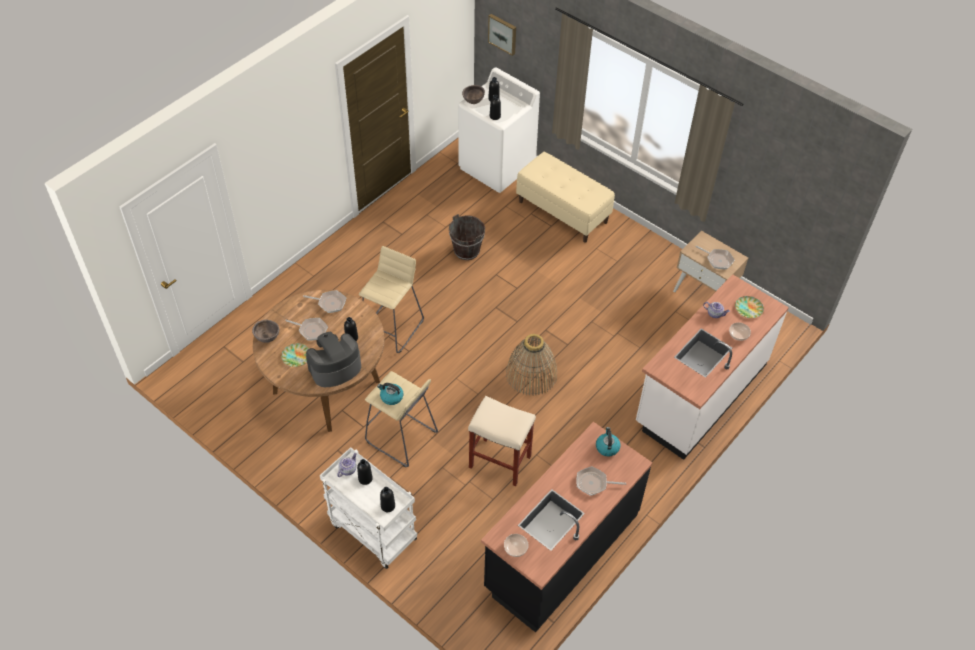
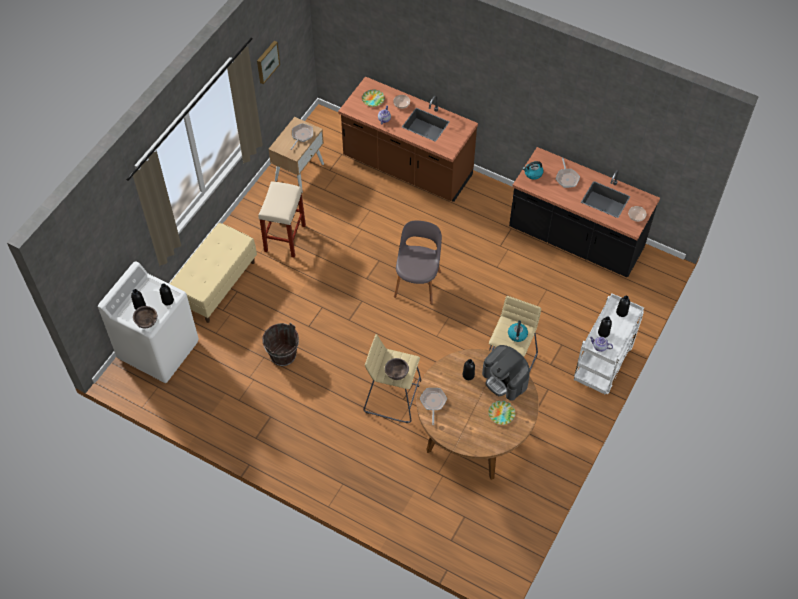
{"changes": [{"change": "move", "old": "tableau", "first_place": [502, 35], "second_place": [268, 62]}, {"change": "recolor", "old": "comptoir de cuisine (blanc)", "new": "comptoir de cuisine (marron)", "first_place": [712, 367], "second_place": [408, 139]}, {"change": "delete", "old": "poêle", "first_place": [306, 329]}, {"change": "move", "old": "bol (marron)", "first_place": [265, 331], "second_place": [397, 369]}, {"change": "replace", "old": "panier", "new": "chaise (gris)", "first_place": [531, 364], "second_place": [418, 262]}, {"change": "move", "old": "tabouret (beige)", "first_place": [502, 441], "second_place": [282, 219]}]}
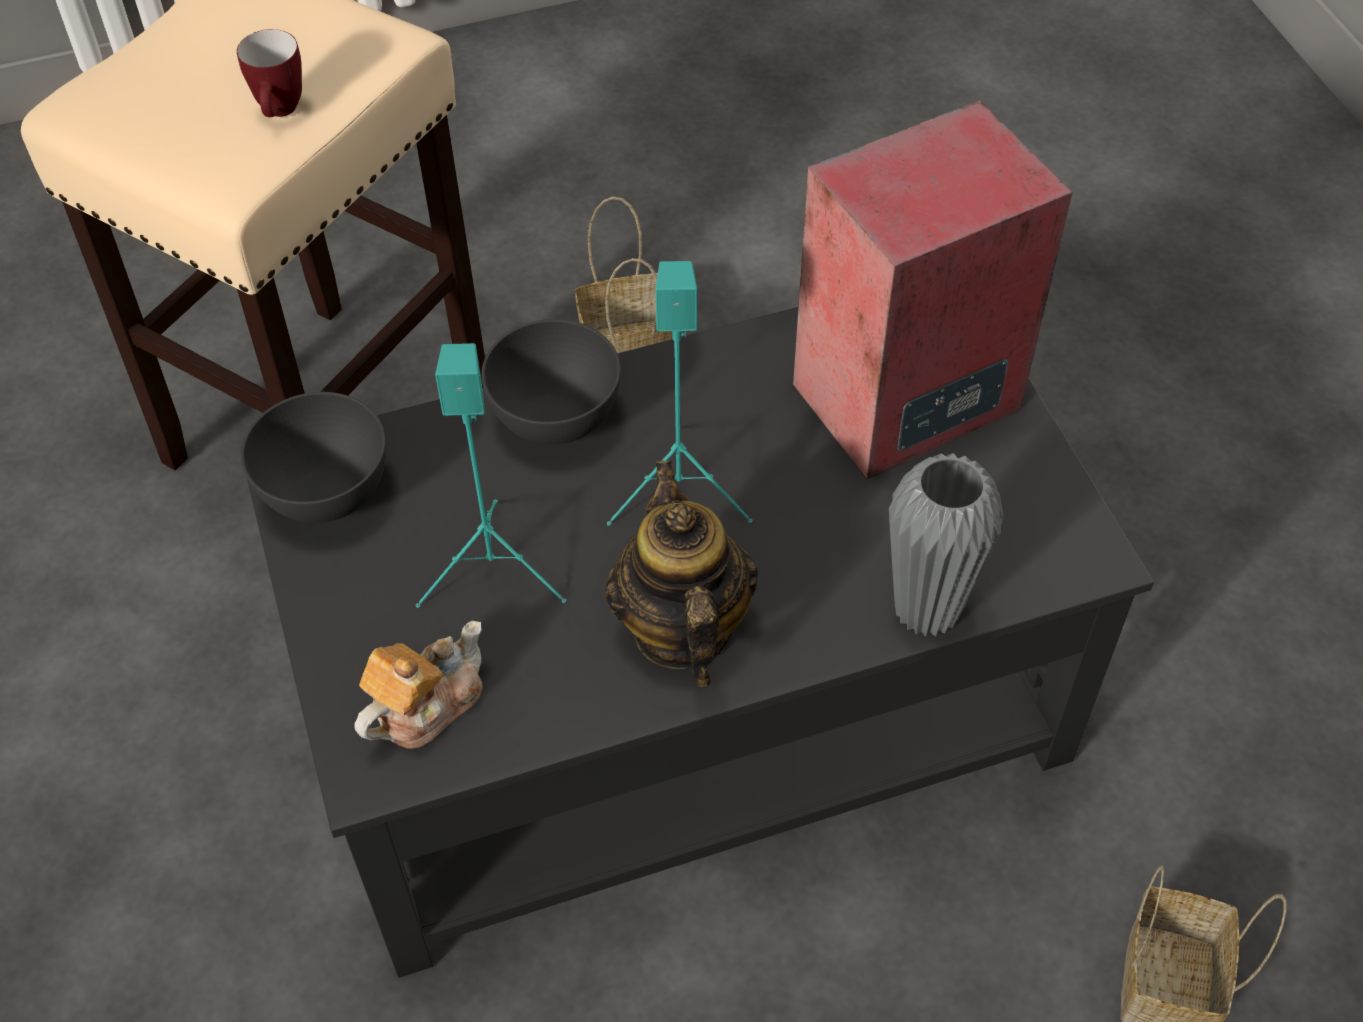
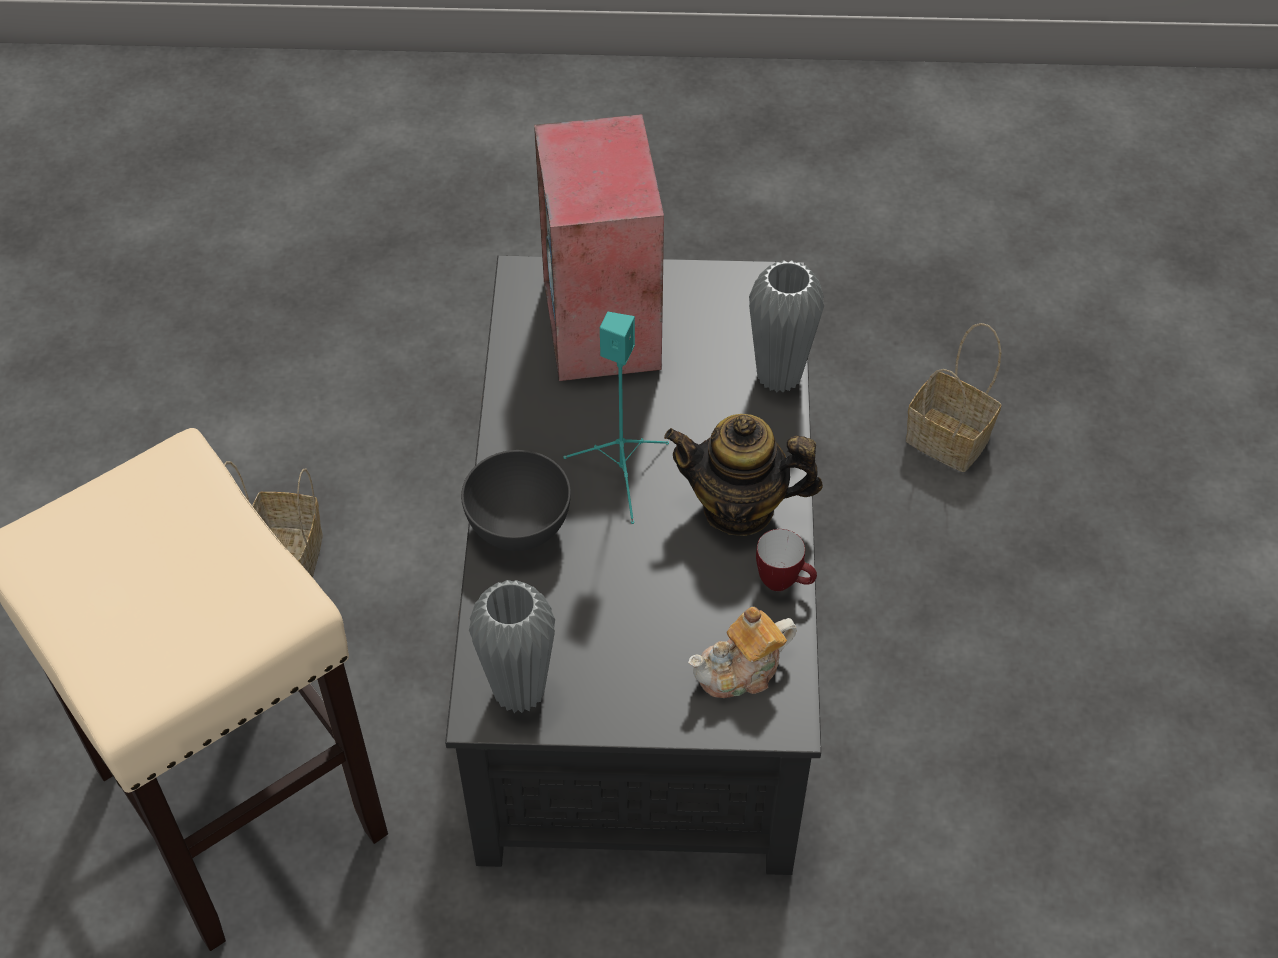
{"changes": [{"change": "move", "old": "mug", "first_place": [269, 73], "second_place": [786, 560]}, {"change": "delete", "old": "enceinte (turquoise)", "first_place": [491, 475]}, {"change": "replace", "old": "bol (gris)", "new": "vase (gris)", "first_place": [313, 457], "second_place": [512, 646]}, {"change": "rotate", "old": "théière", "first_place": [418, 684], "second_place": [742, 652], "degrees": -90}]}
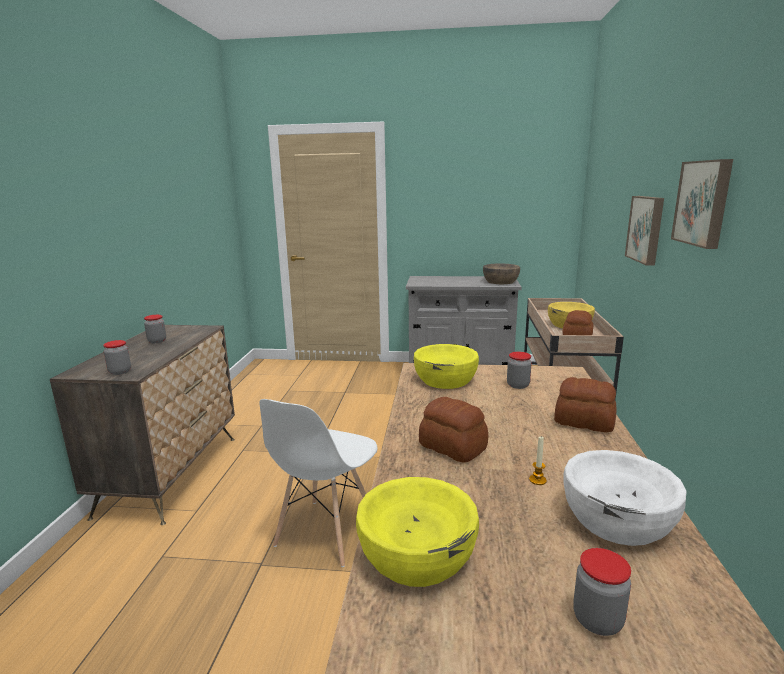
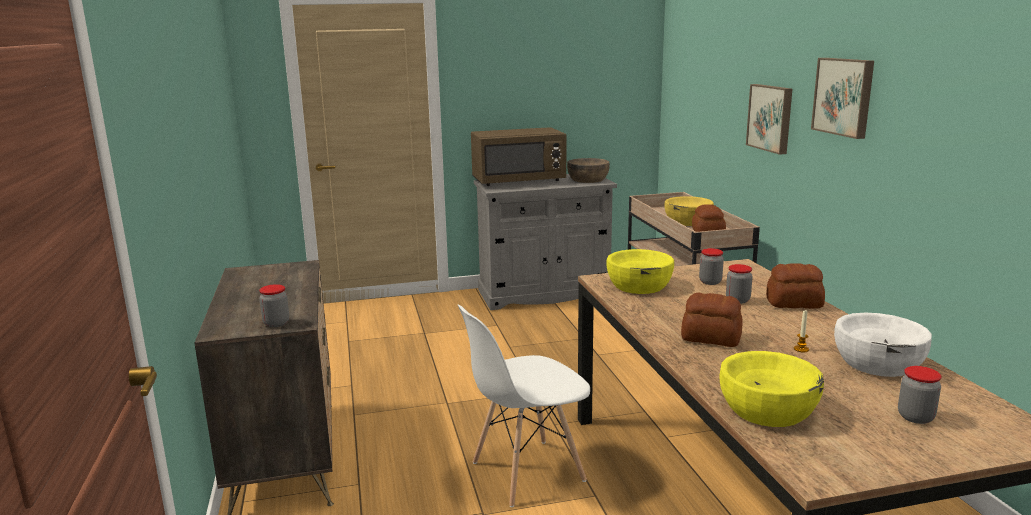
{"changes": [{"change": "move", "old": "bocal", "first_place": [155, 329], "second_place": [739, 284]}, {"change": "rotate", "old": "chaise (blanc)", "first_place": [318, 483], "second_place": [524, 406], "degrees": 60}, {"change": "insert", "new": "micro-ondes (marron)", "second_place": [518, 156]}]}
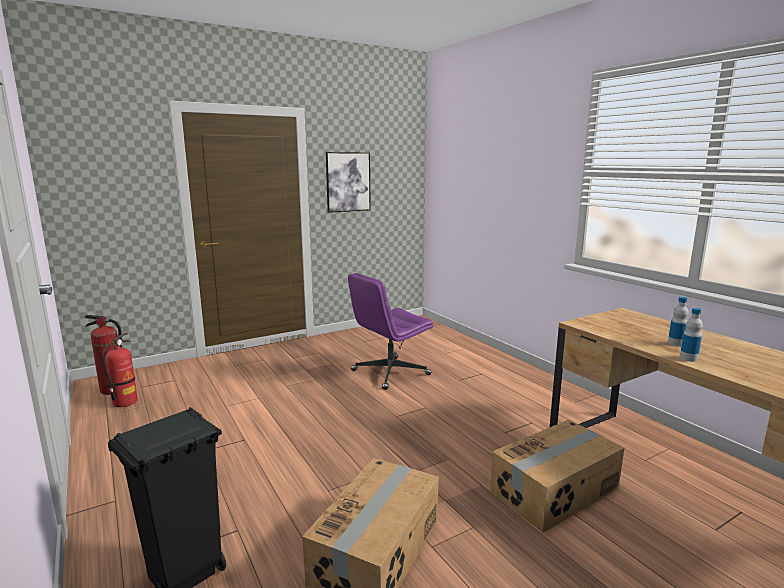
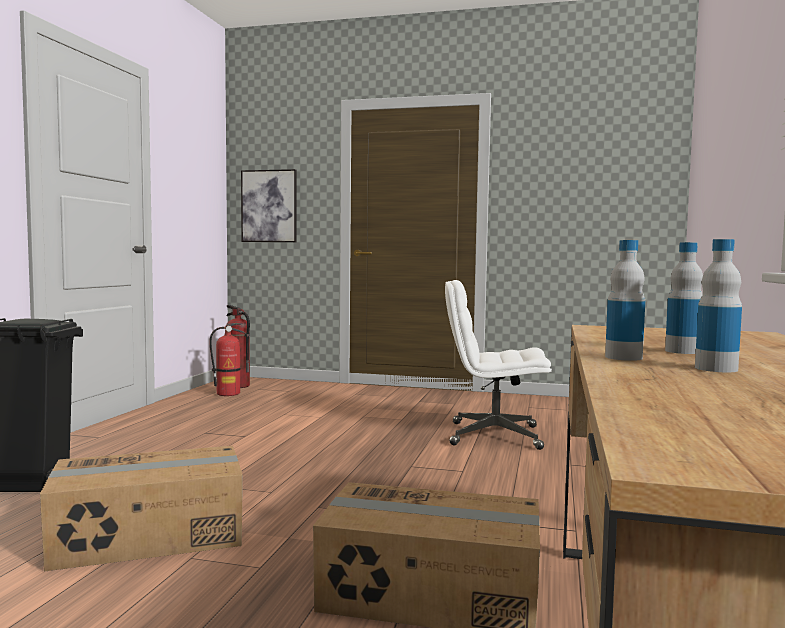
{"changes": [{"change": "move", "old": "tableau", "first_place": [348, 182], "second_place": [268, 205]}, {"change": "recolor", "old": "chaise de bureau (violet)", "new": "chaise de bureau (blanc)", "first_place": [390, 331], "second_place": [498, 365]}, {"change": "insert", "new": "bouteille", "second_place": [718, 305]}]}
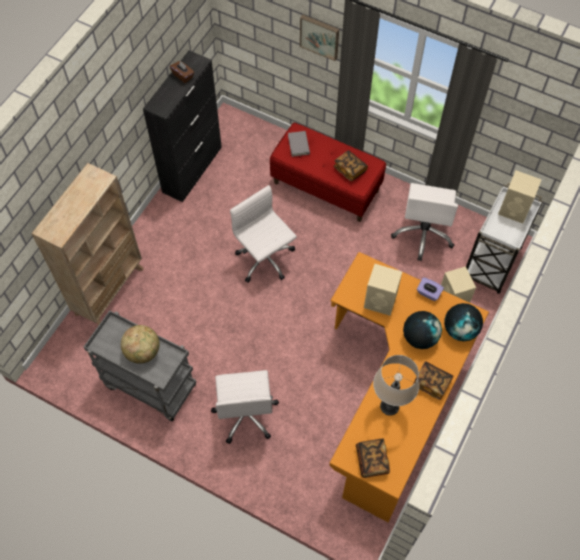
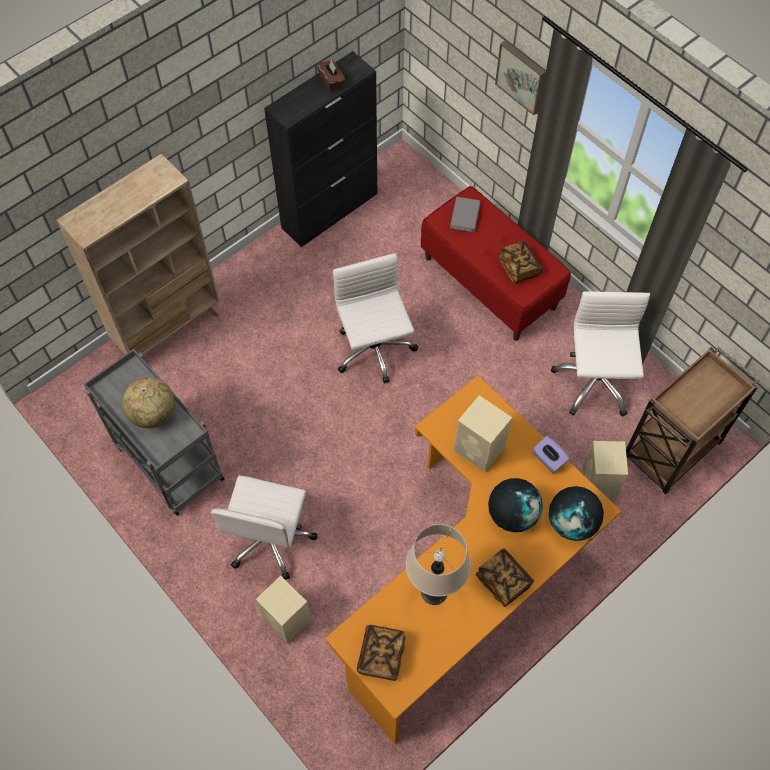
{"changes": [{"change": "move", "old": "enceinte (beige)", "first_place": [520, 197], "second_place": [283, 609]}, {"change": "rotate", "old": "chaise de bureau (blanc)", "first_place": [424, 222], "second_place": [600, 354], "degrees": 150}, {"change": "recolor", "old": "chariot (blanc)", "new": "chariot (marron)", "first_place": [504, 238], "second_place": [693, 420]}]}
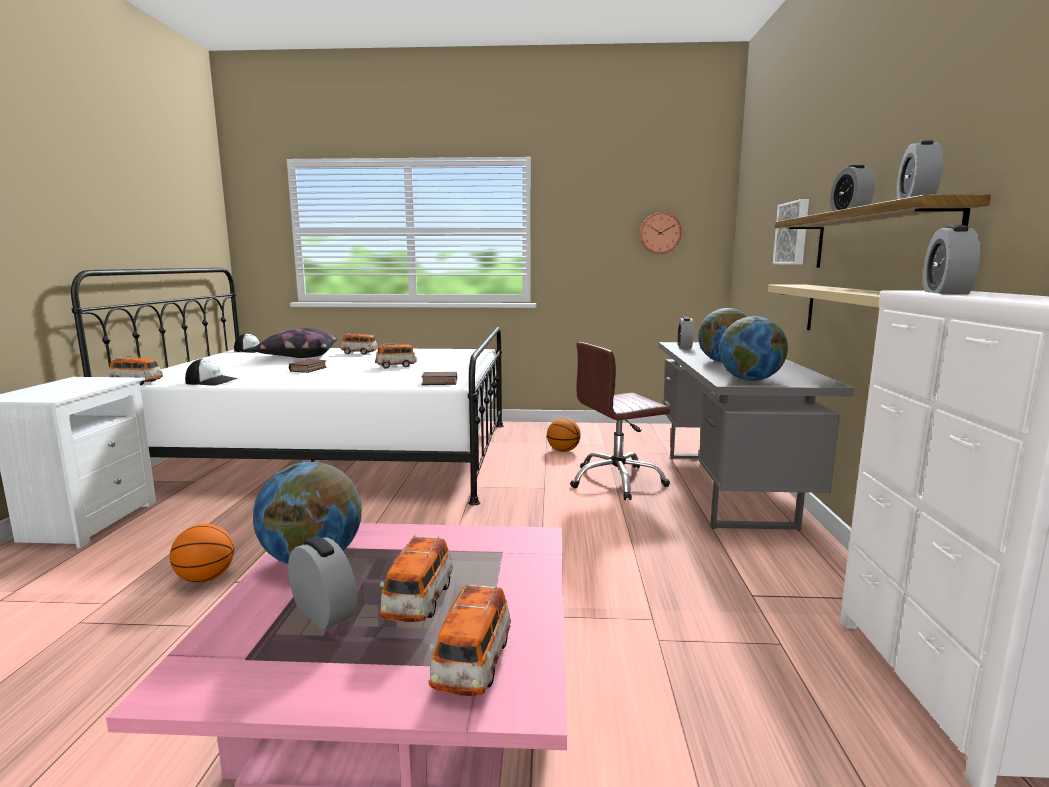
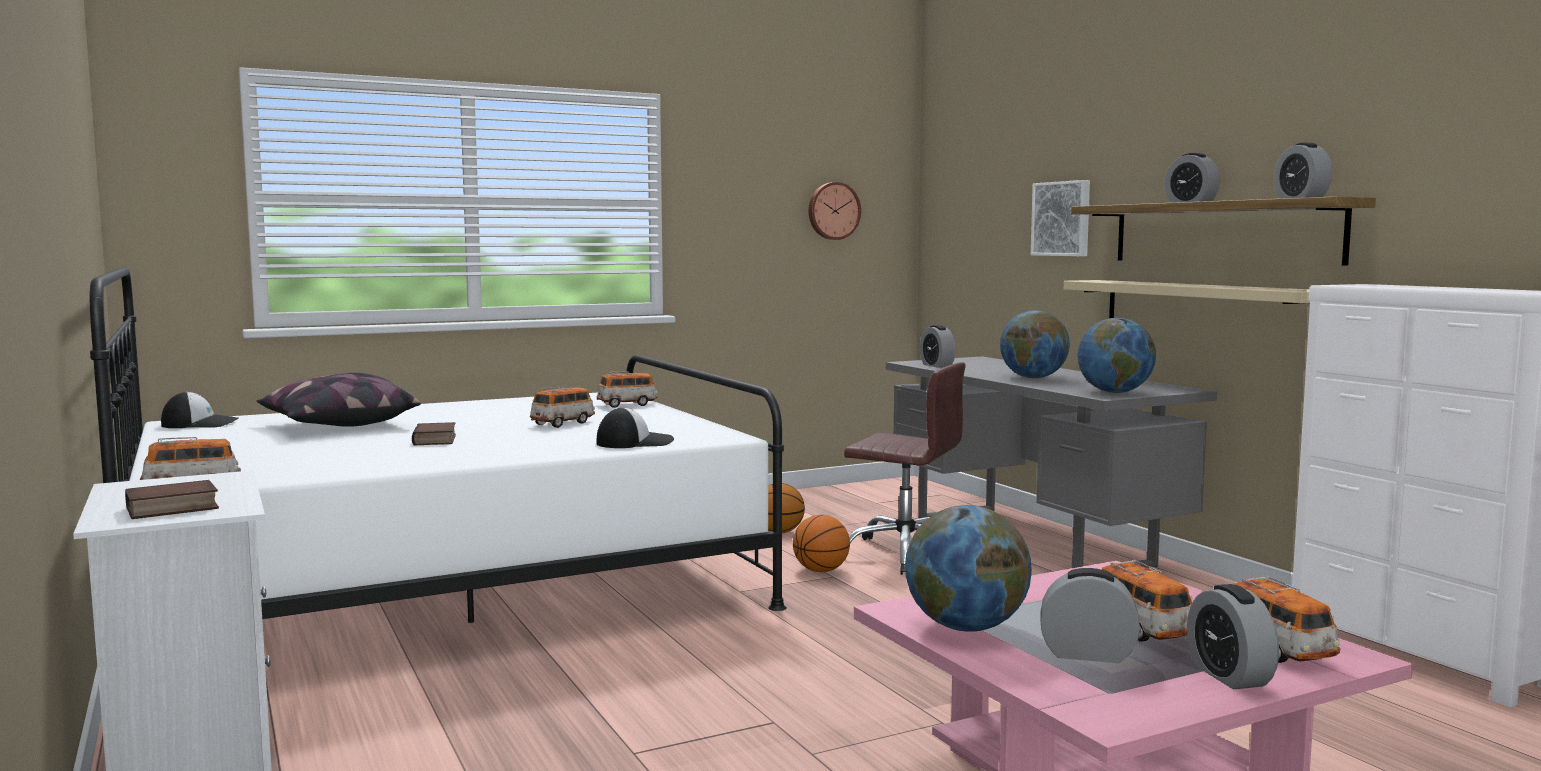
{"changes": [{"change": "move", "old": "réveil", "first_place": [952, 259], "second_place": [1233, 636]}, {"change": "move", "old": "petite voiture", "first_place": [359, 344], "second_place": [627, 390]}, {"change": "rotate", "old": "chaise de bureau (marron)", "first_place": [620, 421], "second_place": [905, 468], "degrees": -105}, {"change": "move", "old": "casquette", "first_place": [211, 372], "second_place": [635, 427]}, {"change": "move", "old": "livre", "first_place": [439, 378], "second_place": [172, 499]}, {"change": "move", "old": "ballon de basket", "first_place": [202, 553], "second_place": [821, 543]}]}
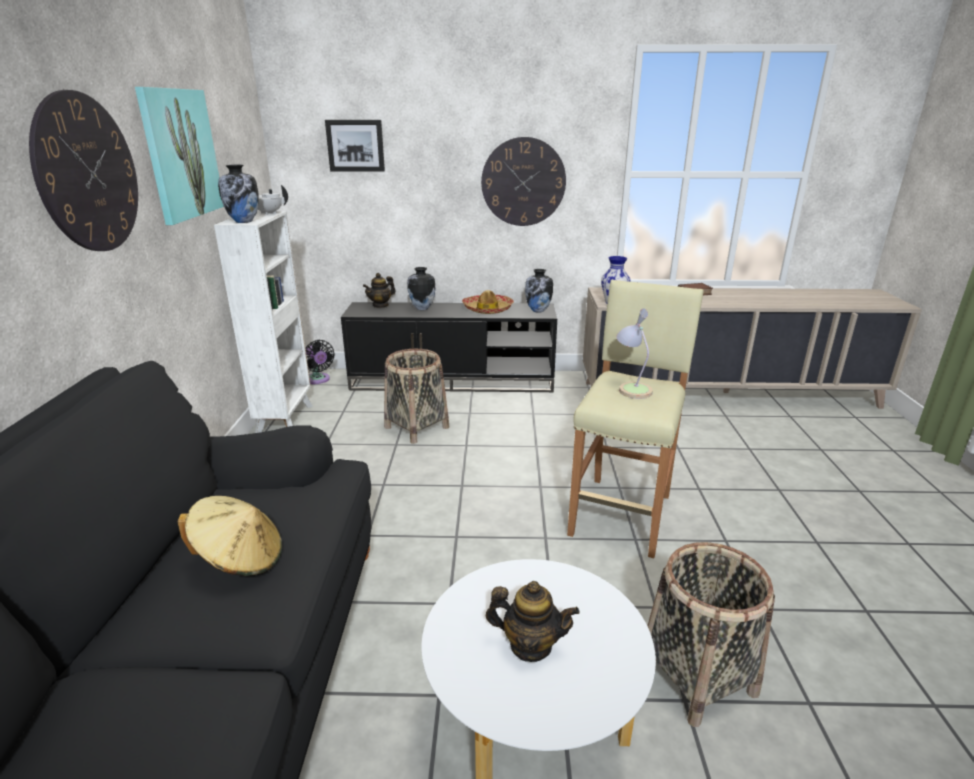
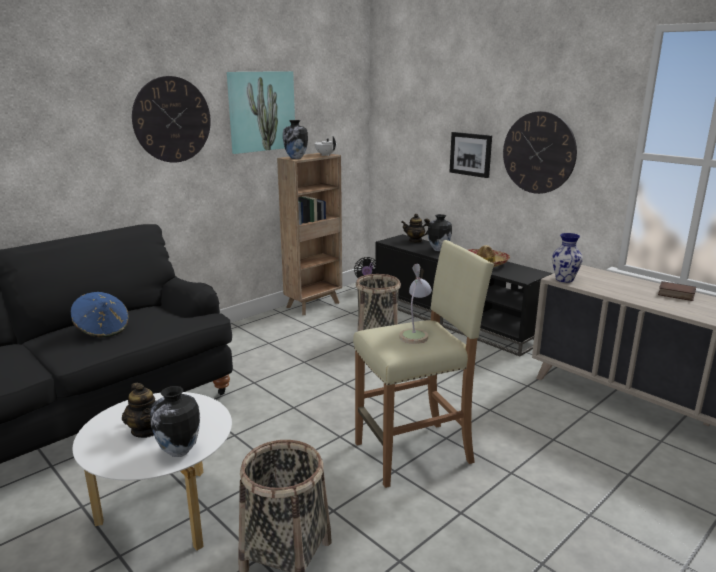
{"changes": [{"change": "move", "old": "tableau", "first_place": [355, 146], "second_place": [470, 155]}, {"change": "recolor", "old": "bibliothèque (blanc)", "new": "bibliothèque (marron)", "first_place": [263, 322], "second_place": [309, 234]}, {"change": "move", "old": "vase", "first_place": [539, 291], "second_place": [175, 421]}, {"change": "recolor", "old": "chapeau (beige)", "new": "chapeau (bleu)", "first_place": [229, 536], "second_place": [100, 314]}]}
